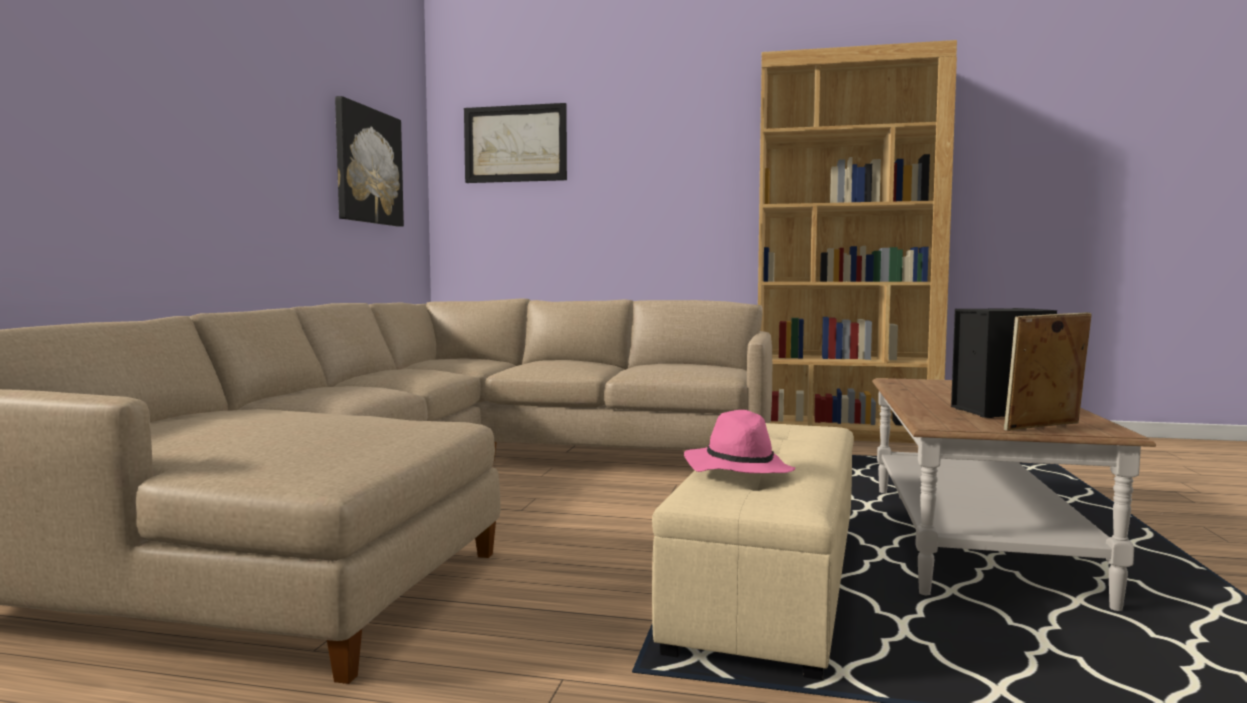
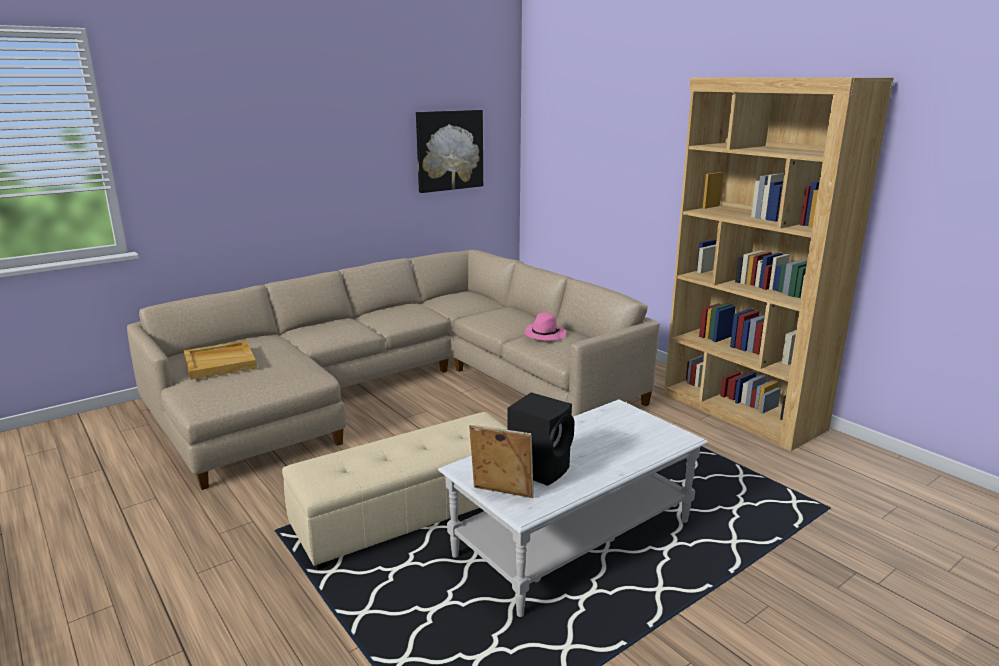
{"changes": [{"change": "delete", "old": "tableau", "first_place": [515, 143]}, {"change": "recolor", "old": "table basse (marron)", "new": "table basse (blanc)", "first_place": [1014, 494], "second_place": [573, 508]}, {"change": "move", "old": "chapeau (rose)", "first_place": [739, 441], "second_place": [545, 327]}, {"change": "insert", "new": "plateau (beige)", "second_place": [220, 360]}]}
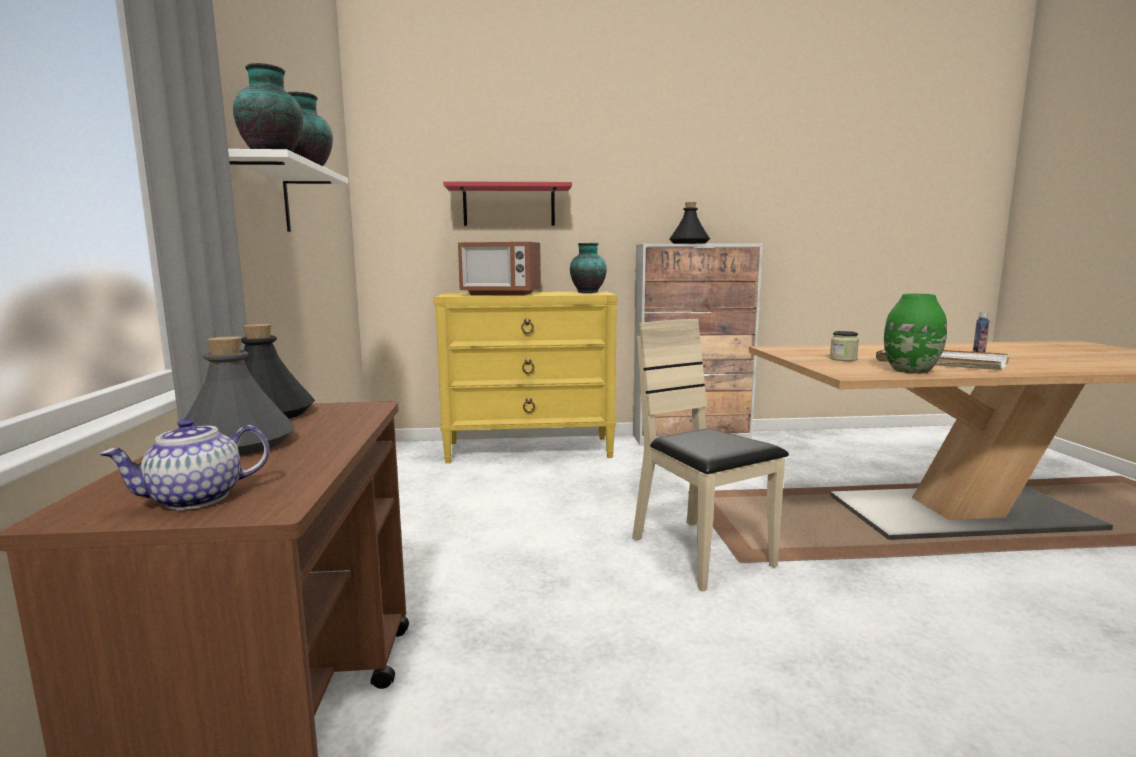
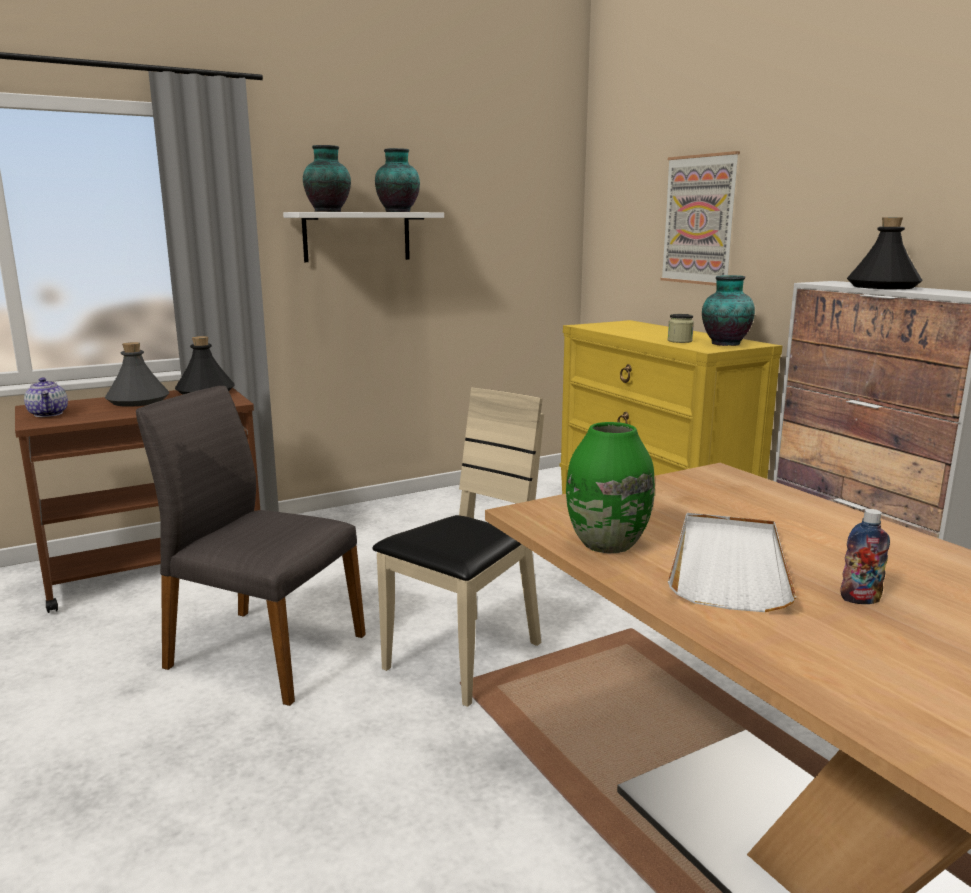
{"changes": [{"change": "replace", "old": "étagère (rouge)", "new": "tableau", "first_place": [508, 203], "second_place": [700, 218]}, {"change": "delete", "old": "micro-ondes", "first_place": [499, 268]}, {"change": "move", "old": "bocal", "first_place": [844, 346], "second_place": [680, 328]}, {"change": "rotate", "old": "théière", "first_place": [185, 464], "second_place": [46, 397], "degrees": -150}, {"change": "insert", "new": "chaise (gris)", "second_place": [251, 546]}]}
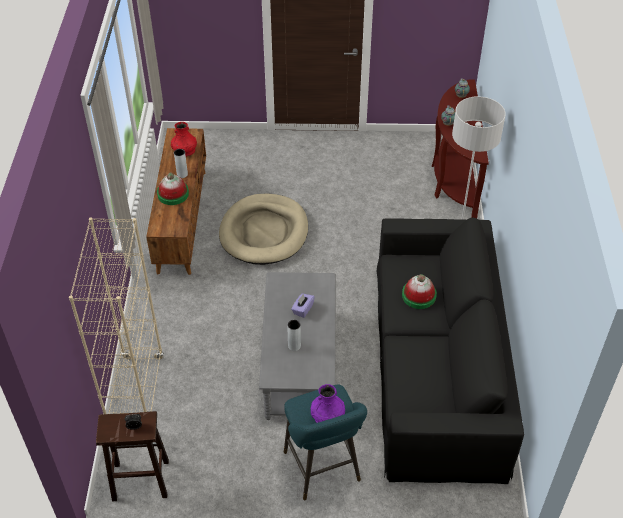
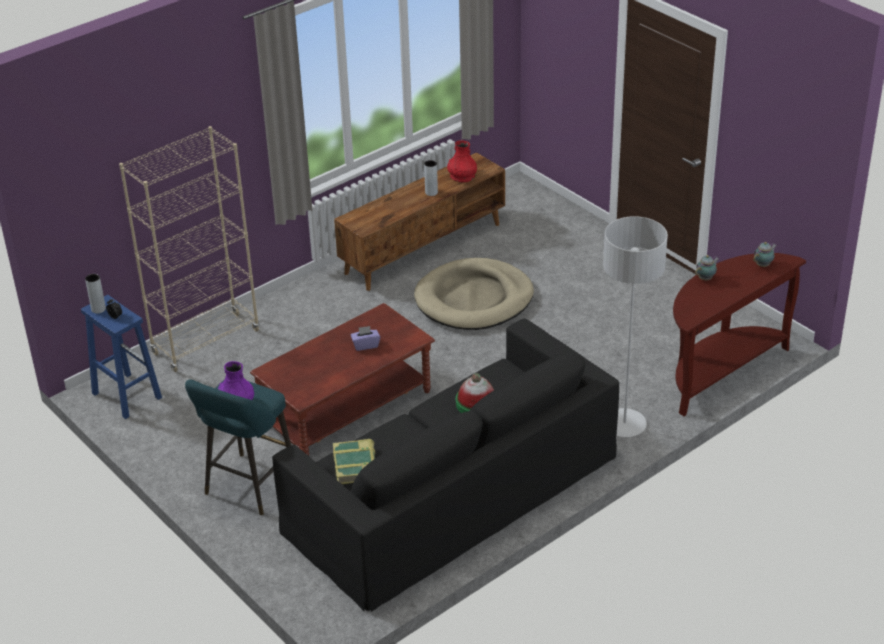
{"changes": [{"change": "delete", "old": "chapeau", "first_place": [173, 189]}, {"change": "recolor", "old": "table basse (gris)", "new": "table basse (marron)", "first_place": [297, 346], "second_place": [342, 379]}, {"change": "move", "old": "vase (gris)", "first_place": [294, 335], "second_place": [95, 294]}, {"change": "recolor", "old": "tabouret (marron)", "new": "tabouret (bleu)", "first_place": [132, 456], "second_place": [121, 357]}, {"change": "insert", "new": "livre", "second_place": [354, 461]}]}
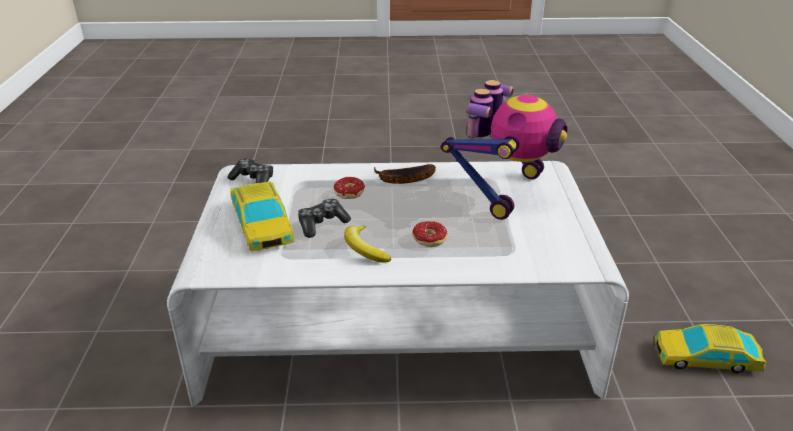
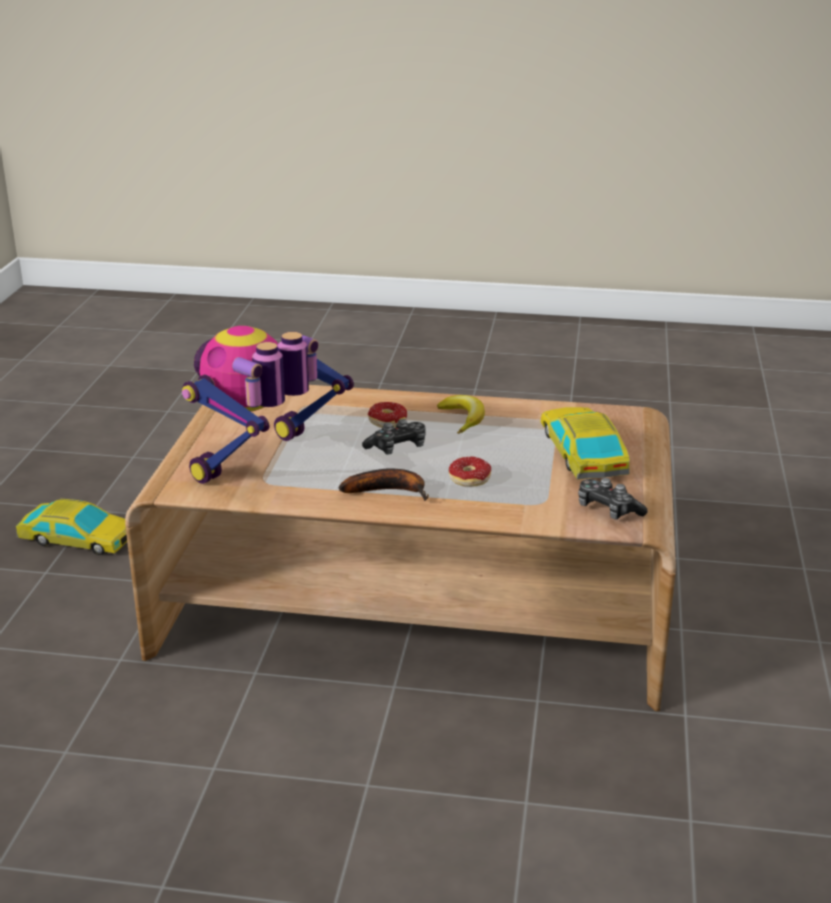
{"changes": [{"change": "recolor", "old": "table basse (blanc)", "new": "table basse (marron)", "first_place": [398, 284], "second_place": [400, 548]}, {"change": "move", "old": "manette", "first_place": [324, 218], "second_place": [394, 437]}]}
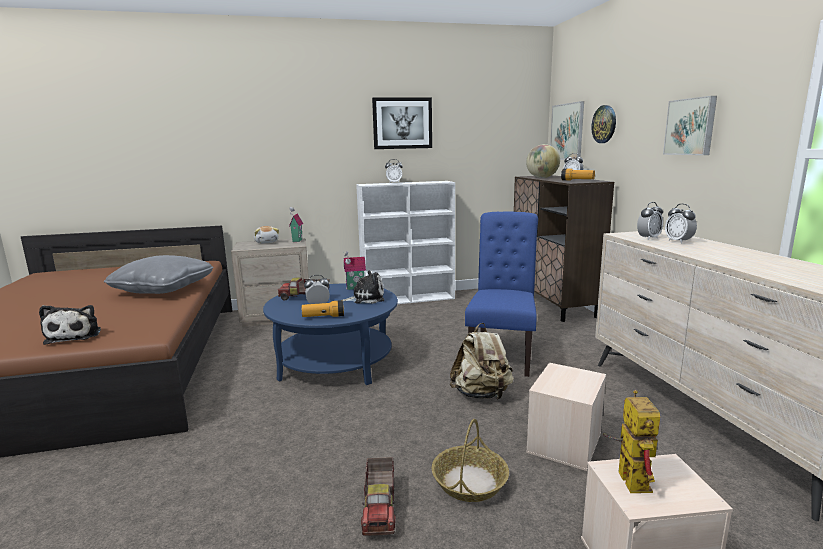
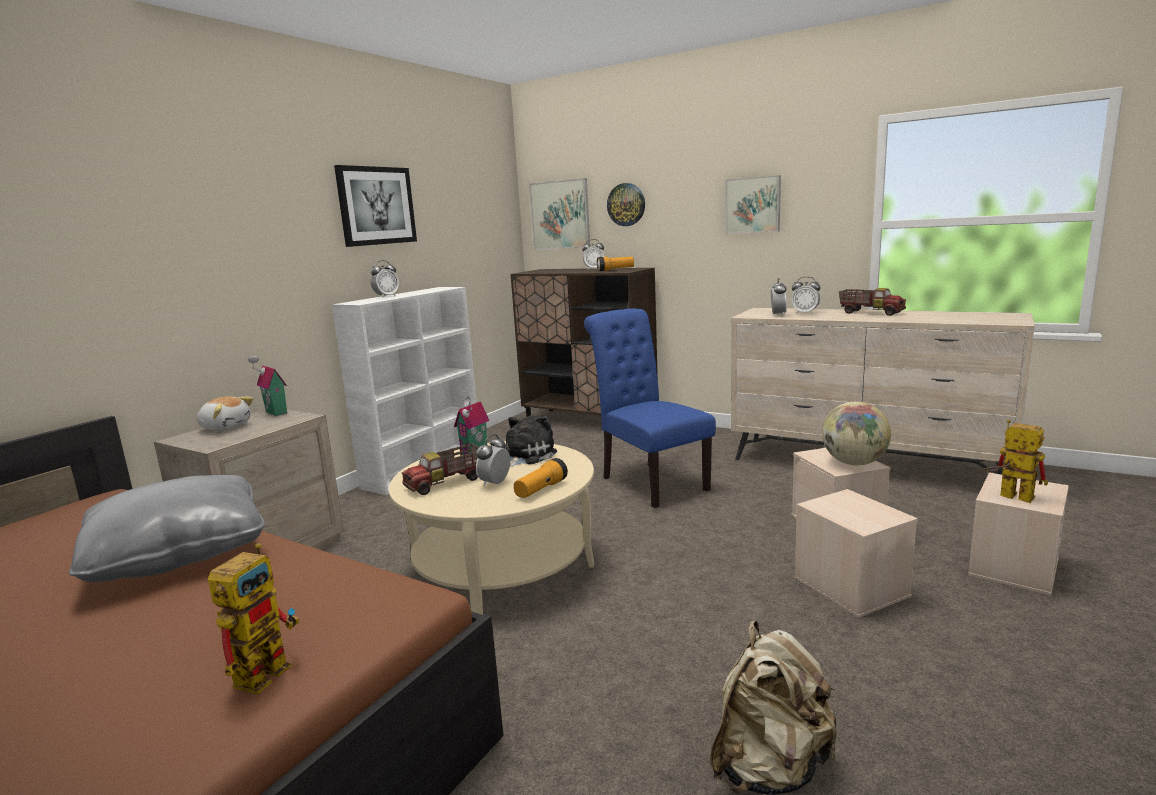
{"changes": [{"change": "move", "old": "globe", "first_place": [543, 161], "second_place": [856, 433]}, {"change": "recolor", "old": "table basse (bleu)", "new": "table basse (beige)", "first_place": [330, 334], "second_place": [491, 528]}, {"change": "replace", "old": "peluche", "new": "robot jouet", "first_place": [70, 325], "second_place": [253, 618]}, {"change": "move", "old": "sac à dos (beige)", "first_place": [482, 361], "second_place": [773, 708]}, {"change": "replace", "old": "panier", "new": "boîte de rangement (beige)", "first_place": [470, 460], "second_place": [856, 553]}, {"change": "move", "old": "camion jouet", "first_place": [378, 496], "second_place": [872, 302]}]}
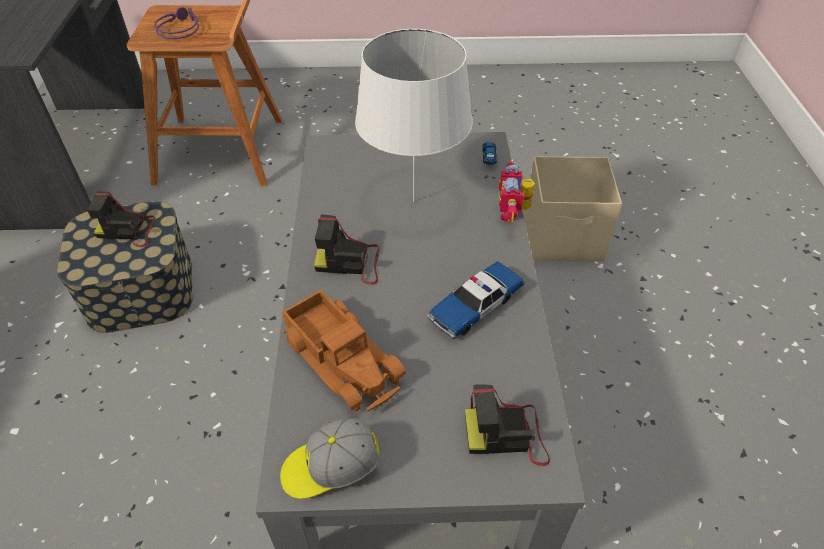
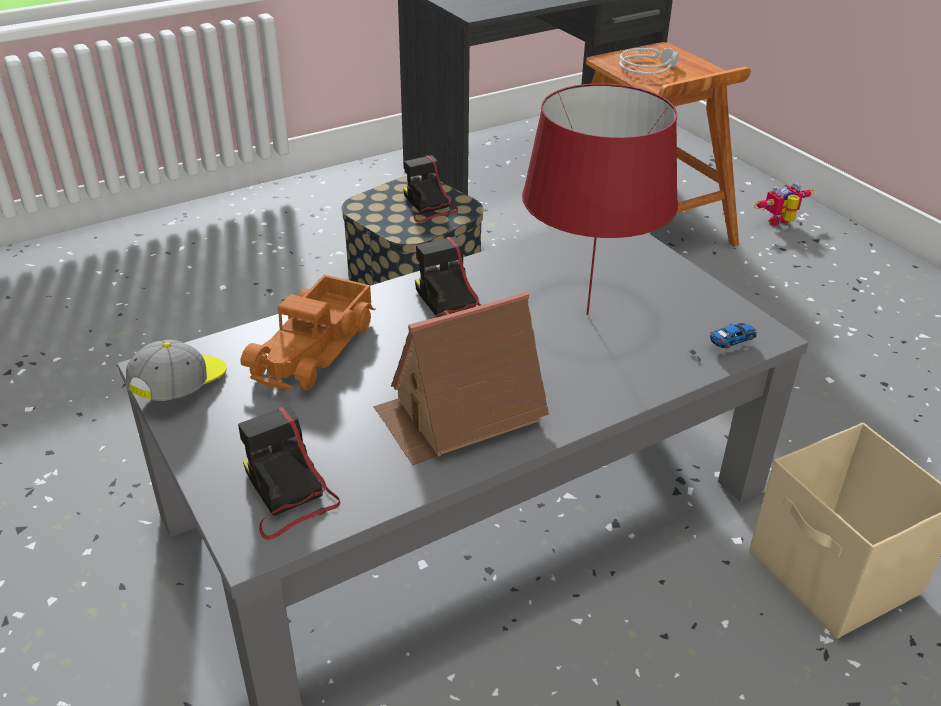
{"changes": [{"change": "recolor", "old": "casque audio (violet)", "new": "casque audio (gris)", "first_place": [176, 23], "second_place": [649, 61]}, {"change": "recolor", "old": "lampe de table (blanc)", "new": "lampe de table (rouge)", "first_place": [414, 115], "second_place": [600, 199]}, {"change": "move", "old": "robot jouet", "first_place": [517, 191], "second_place": [784, 204]}, {"change": "replace", "old": "petite voiture", "new": "maison miniature", "first_place": [476, 300], "second_place": [461, 378]}, {"change": "rotate", "old": "casquette", "first_place": [330, 459], "second_place": [176, 370], "degrees": 75}]}
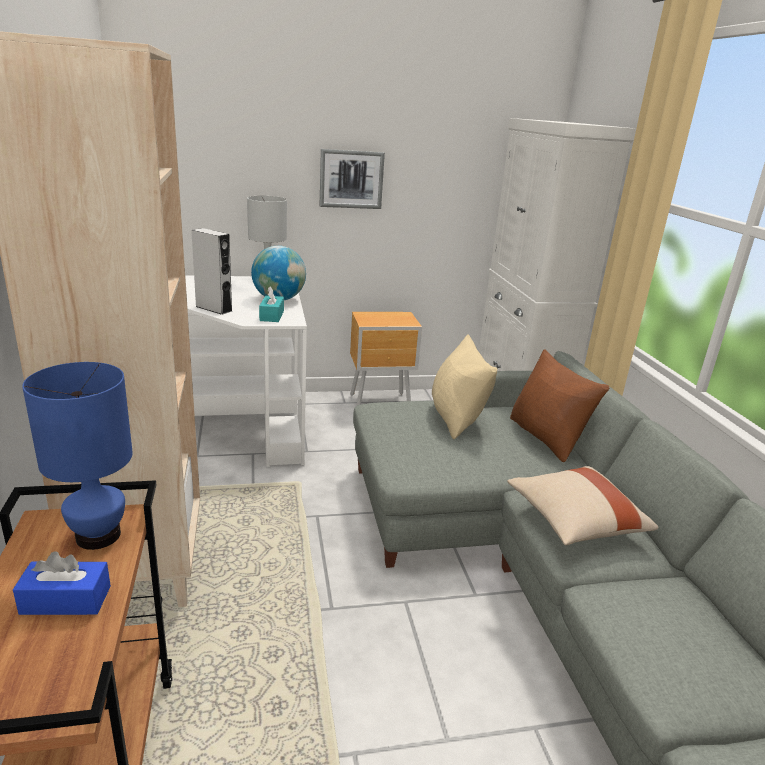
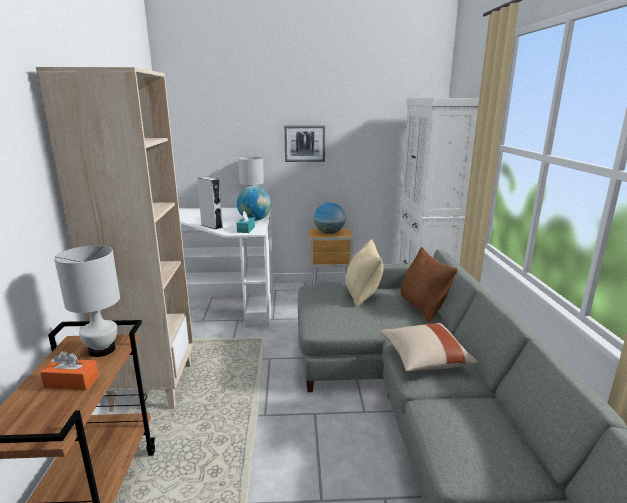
{"changes": [{"change": "recolor", "old": "lampe de table (bleu)", "new": "lampe de table (blanc)", "first_place": [77, 456], "second_place": [87, 301]}, {"change": "recolor", "old": "boîte à mouchoirs (bleu)", "new": "boîte à mouchoirs (orange)", "first_place": [62, 583], "second_place": [69, 370]}, {"change": "insert", "new": "globe", "second_place": [329, 218]}]}
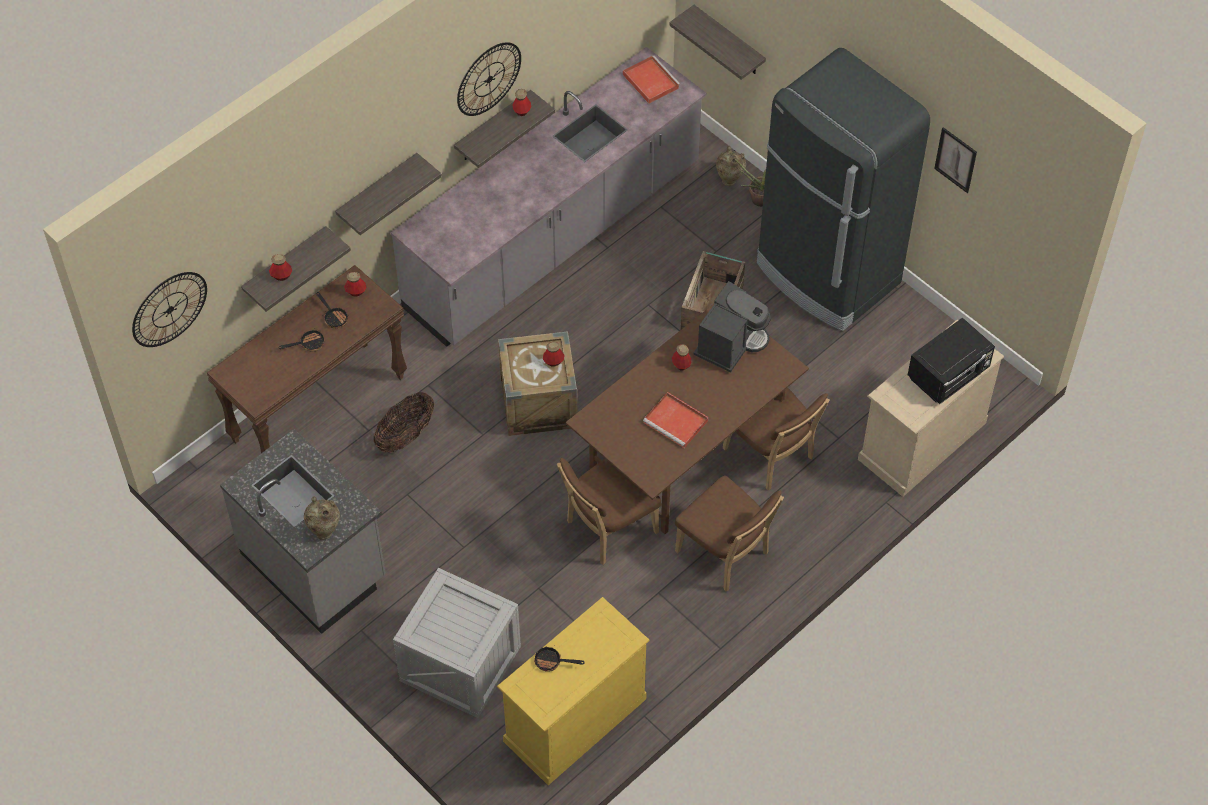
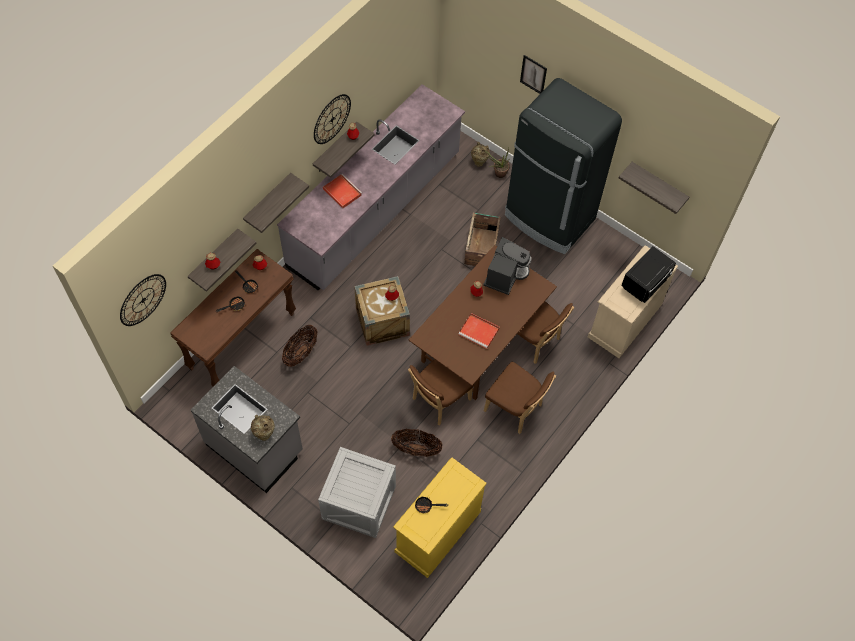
{"changes": [{"change": "move", "old": "étagère", "first_place": [717, 42], "second_place": [654, 188]}, {"change": "move", "old": "plateau (rouge)", "first_place": [651, 79], "second_place": [342, 191]}, {"change": "move", "old": "tableau", "first_place": [955, 160], "second_place": [533, 74]}, {"change": "insert", "new": "panier", "second_place": [416, 443]}]}
